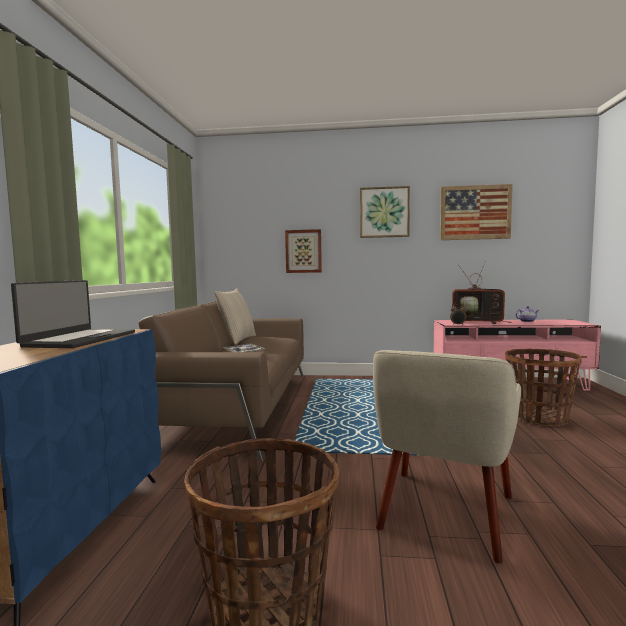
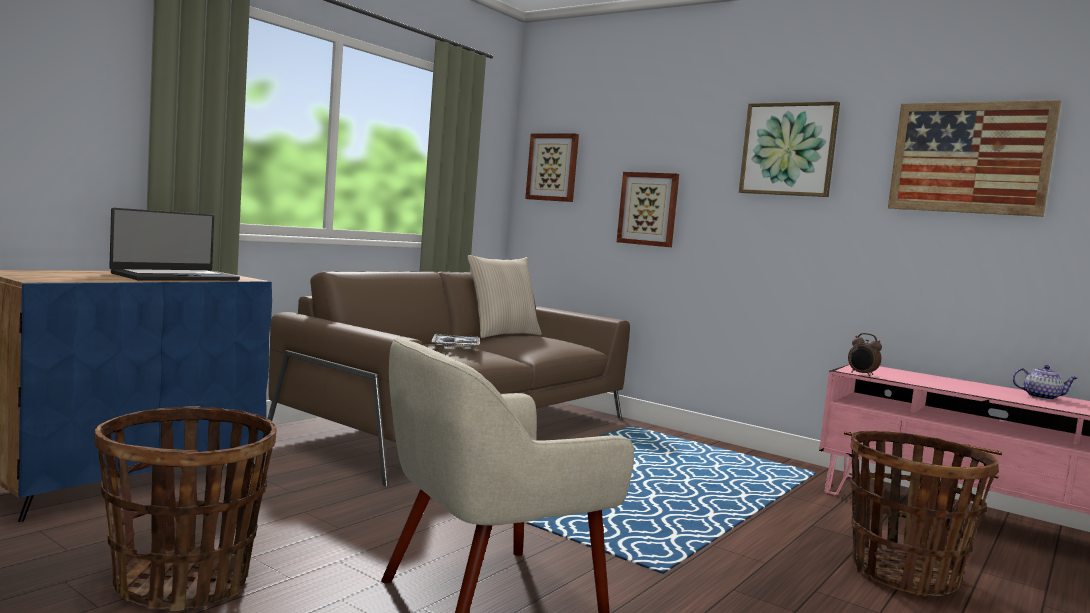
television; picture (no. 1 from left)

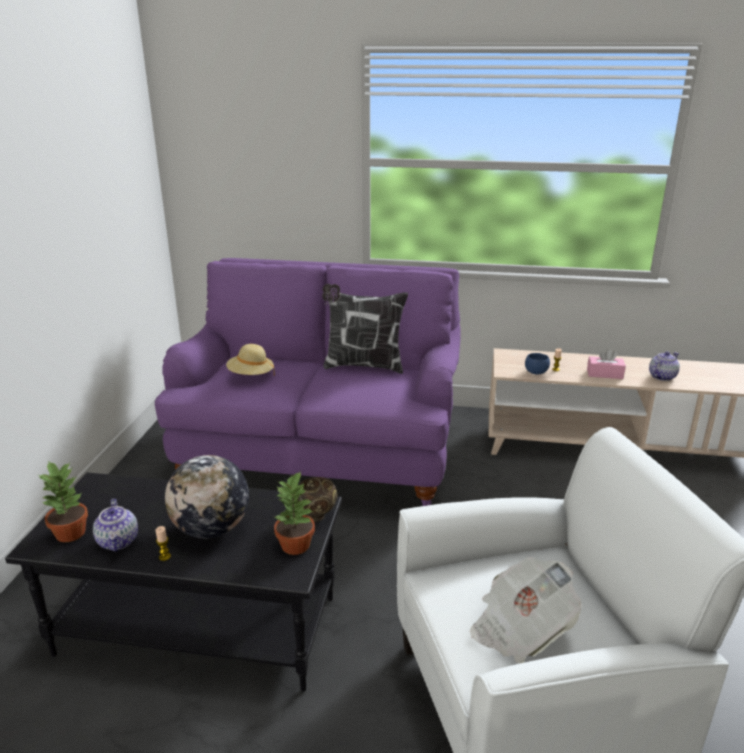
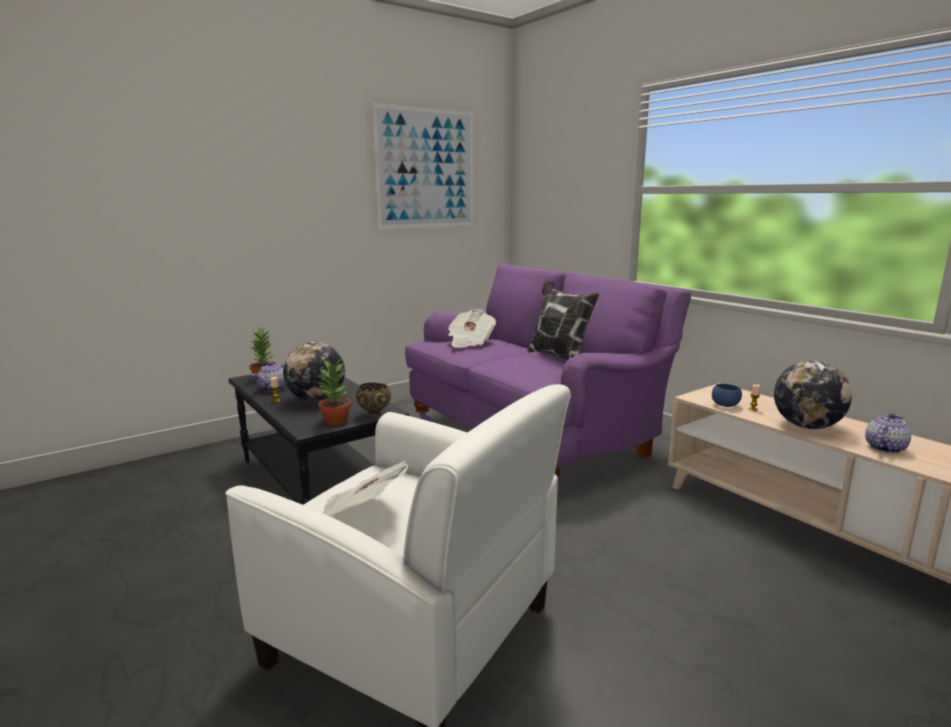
newspaper (no. 2 from left); globe (no. 2 from left); teapot (no. 2 from left); picture

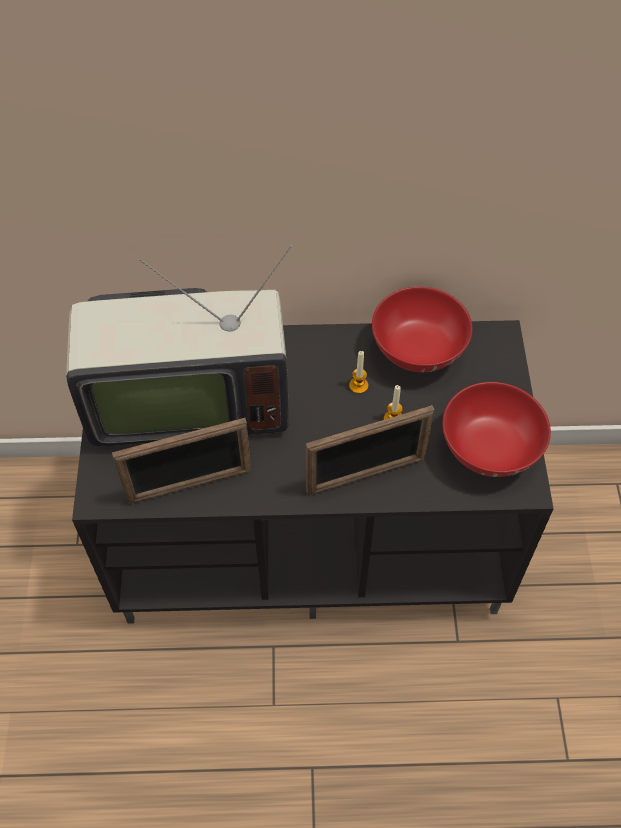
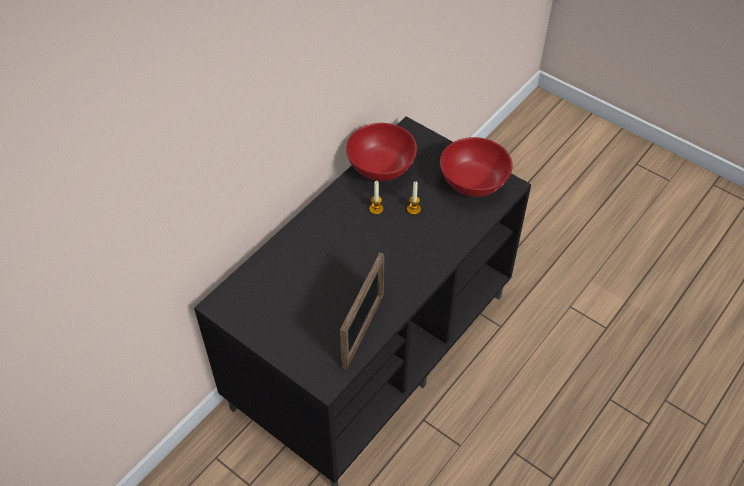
television; picture frame (no. 2 from left in the first image)

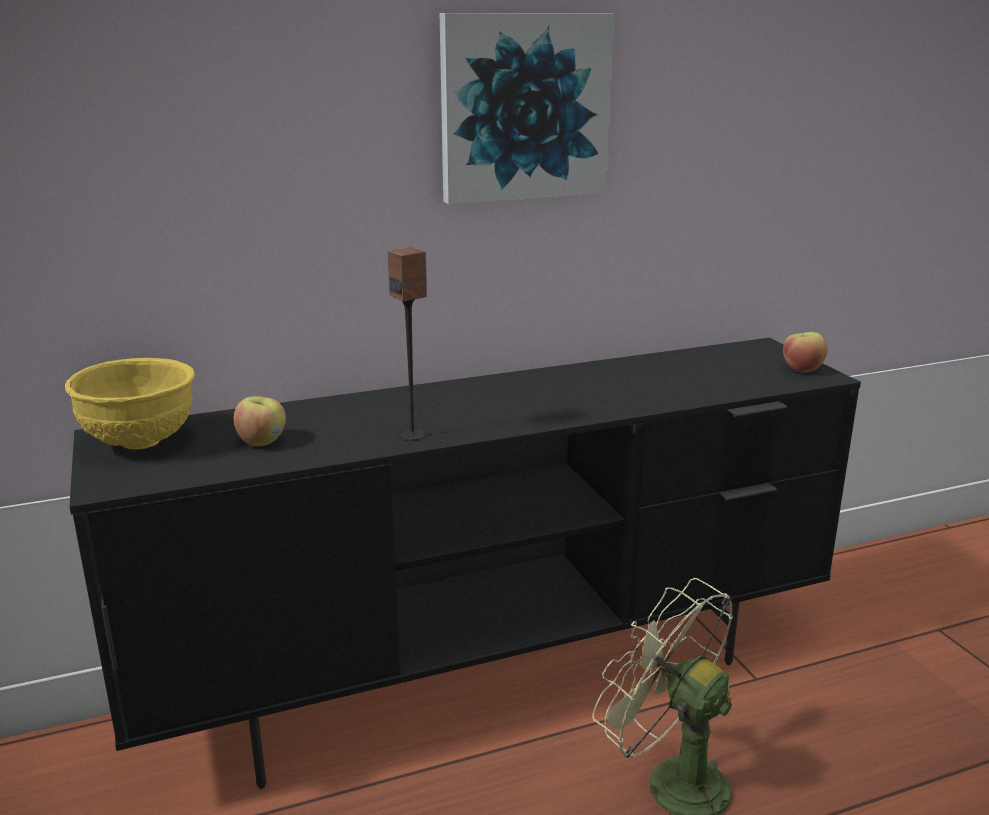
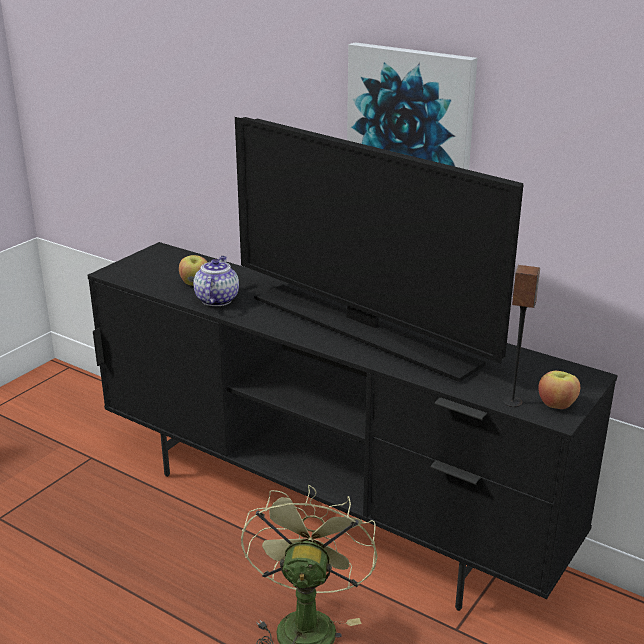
speaker; yellow bowl; television; teapot

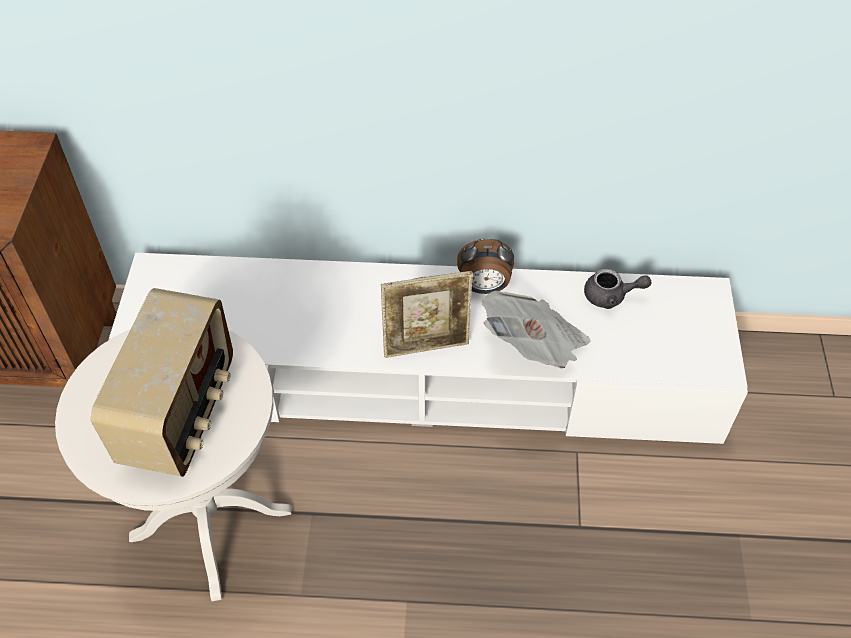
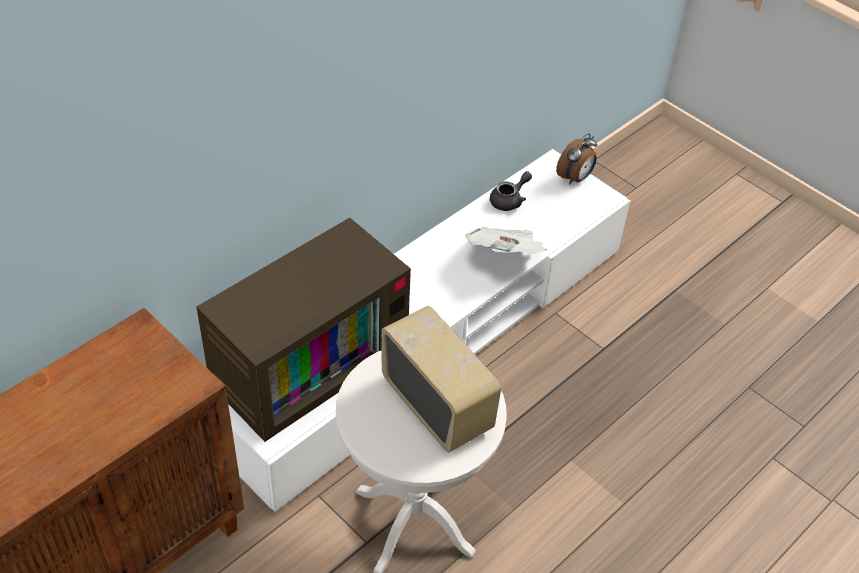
alarm clock; picture frame; television

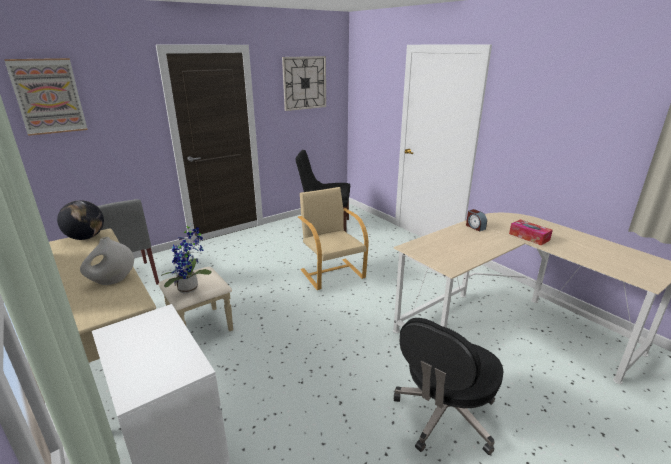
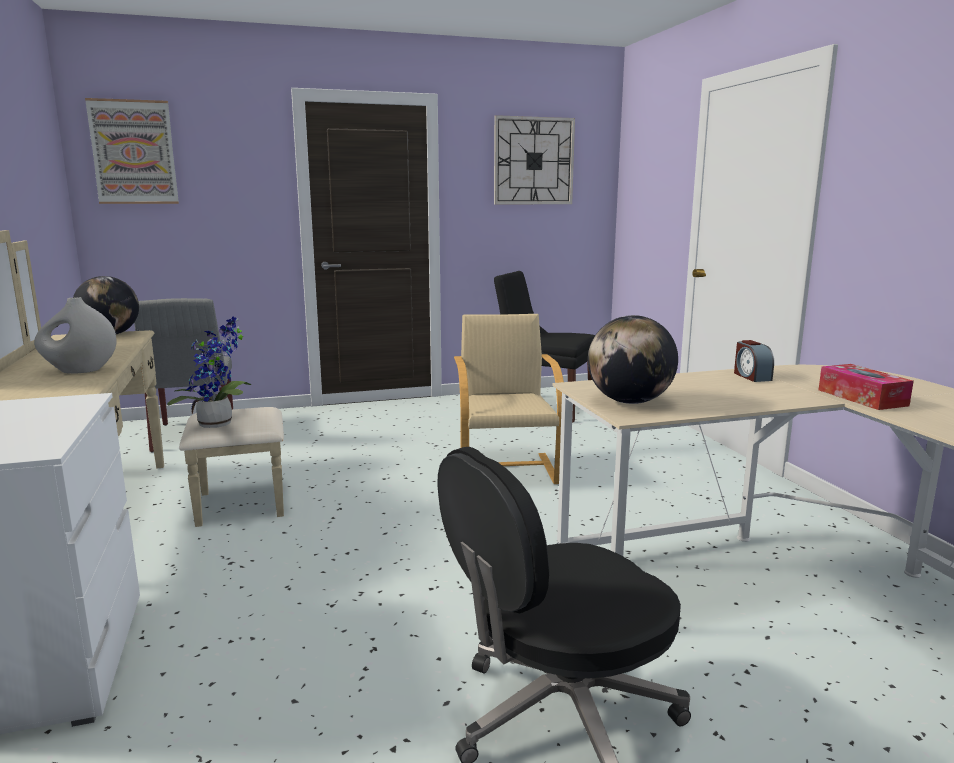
globe (no. 2 from left)

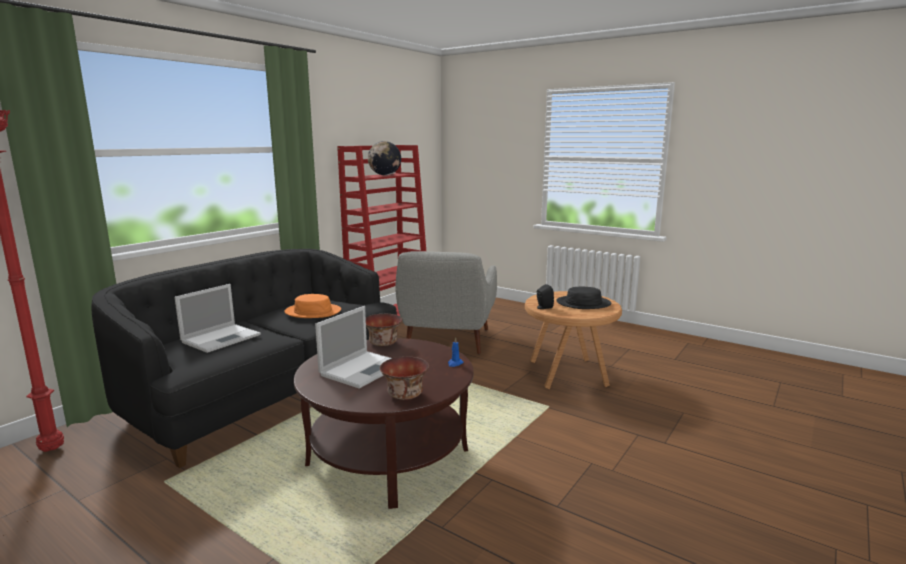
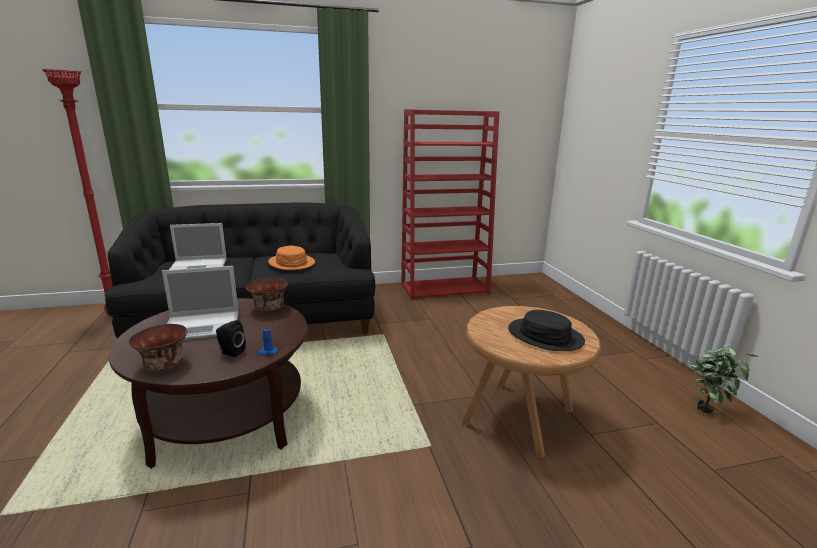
globe; grey armchair; black speaker; potted plant

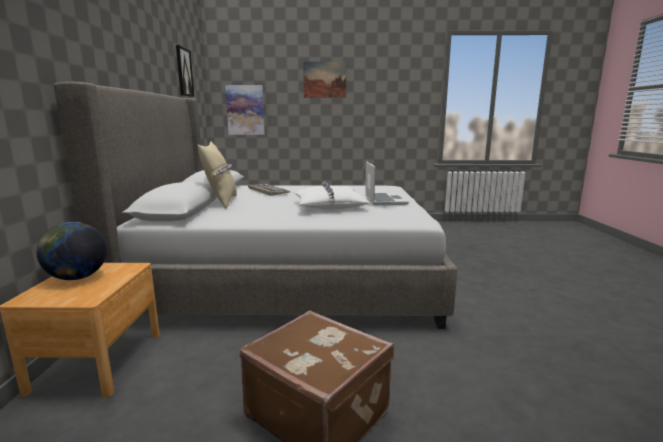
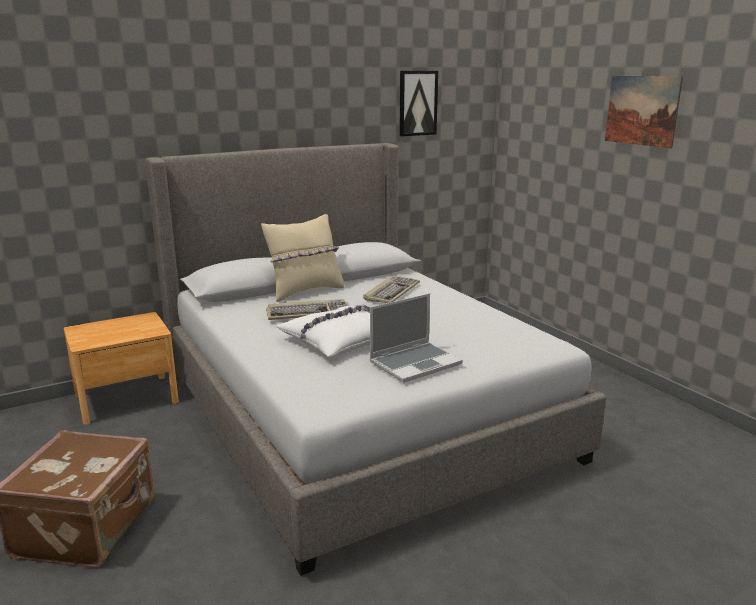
picture (no. 2 from left in the first image); globe; keyboard (no. 1 from left)

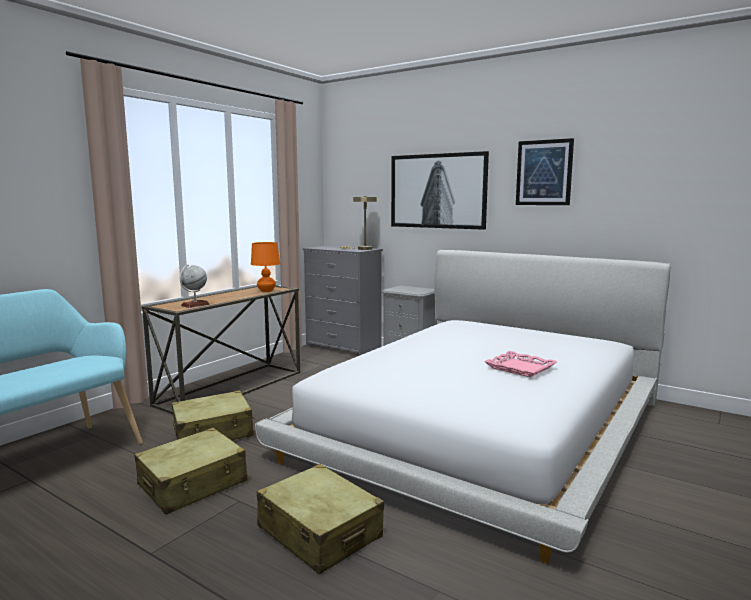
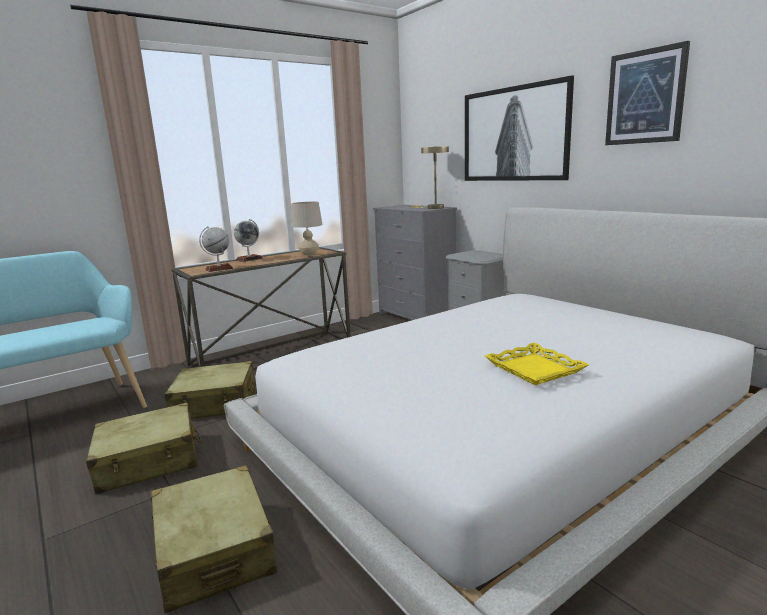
beige table lamp (no. 1 from left); yellow tray; globe (no. 2 from left)

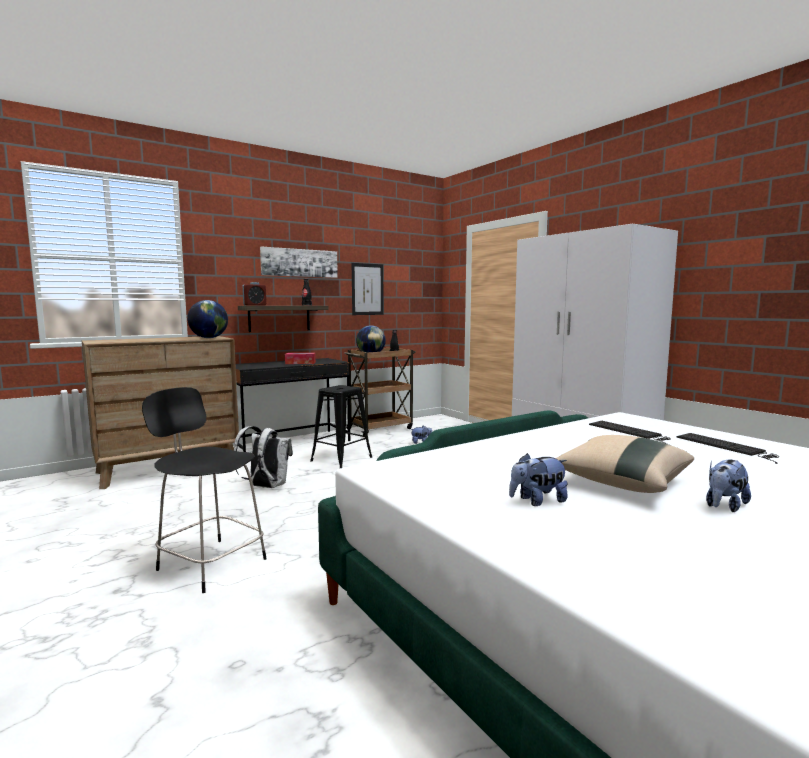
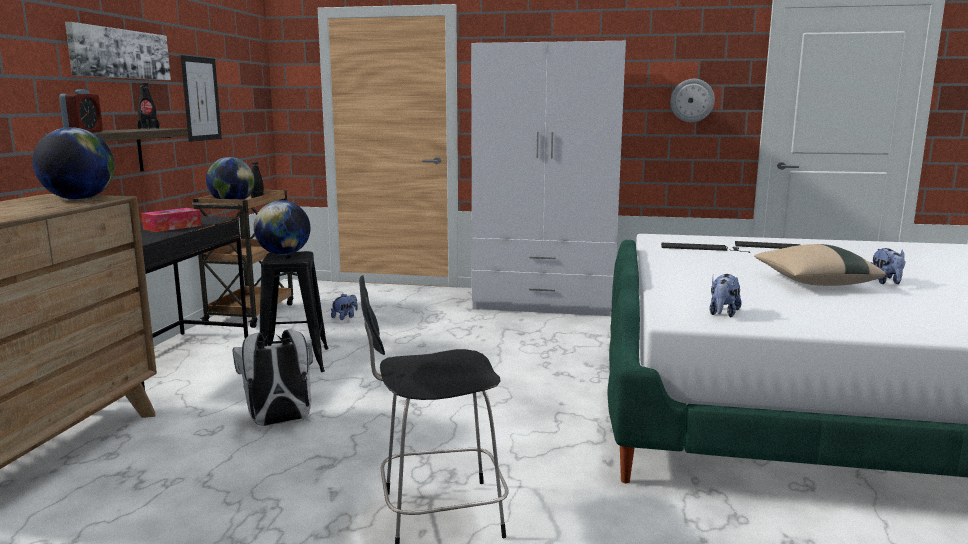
plush toy (no. 2 from left); wall clock; globe (no. 3 from left)

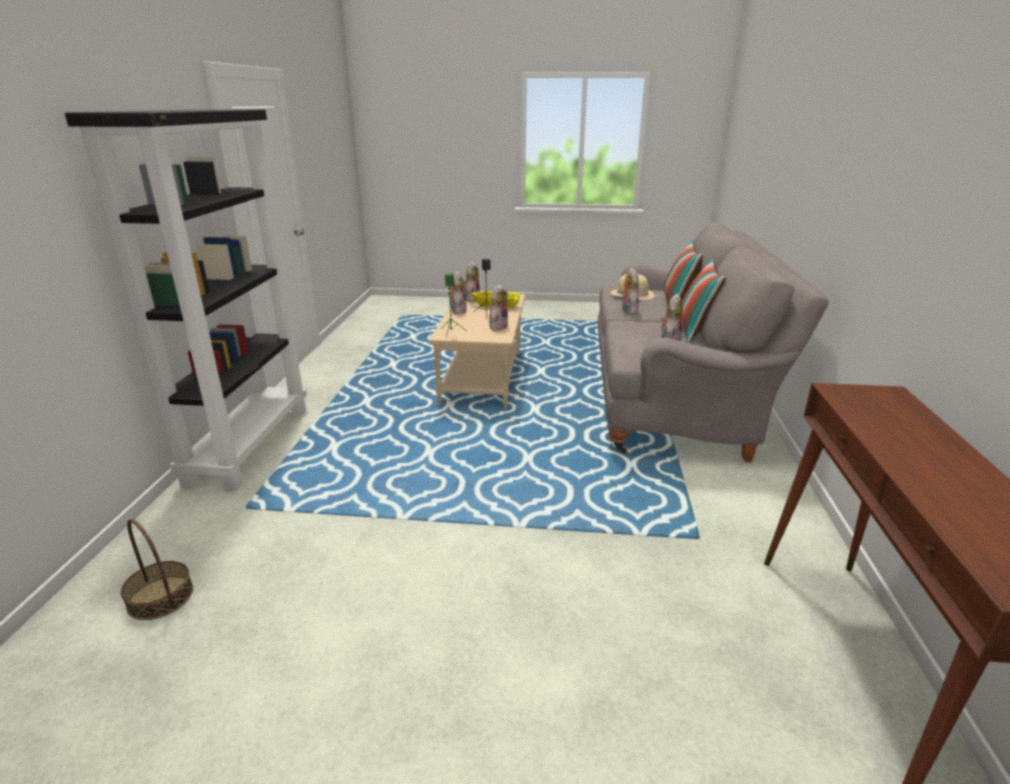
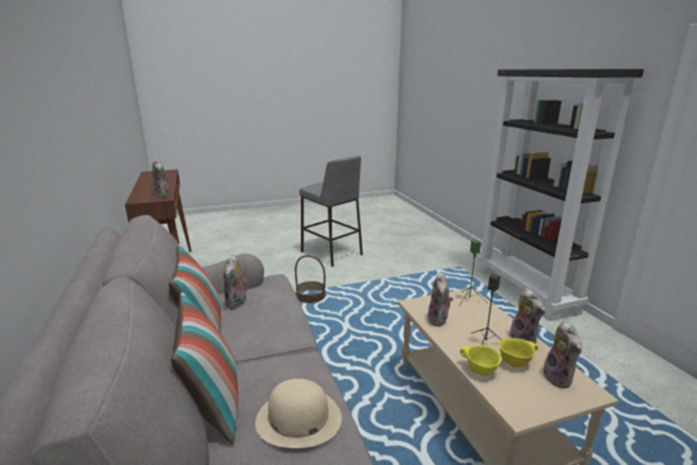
plush toy (no. 1 from left); basket; grey stool

